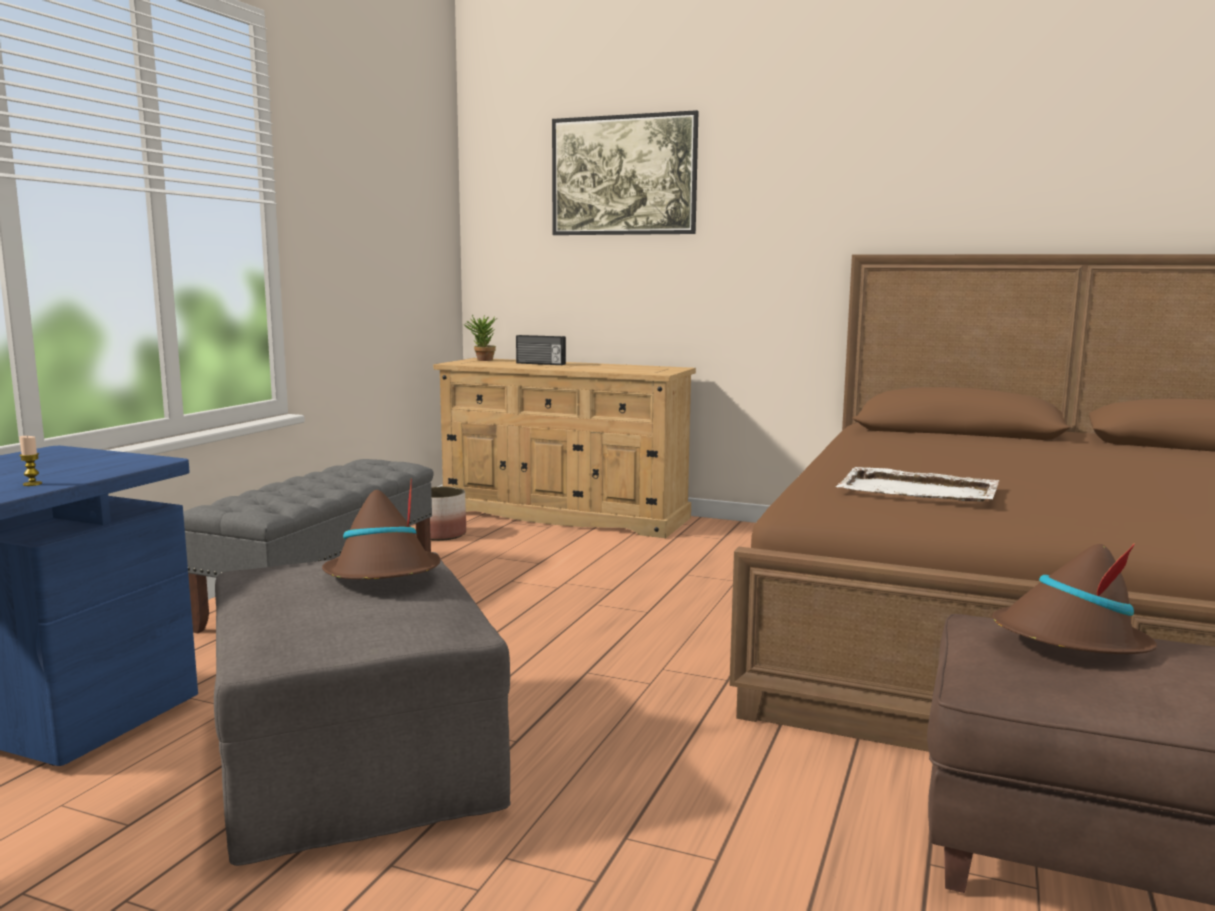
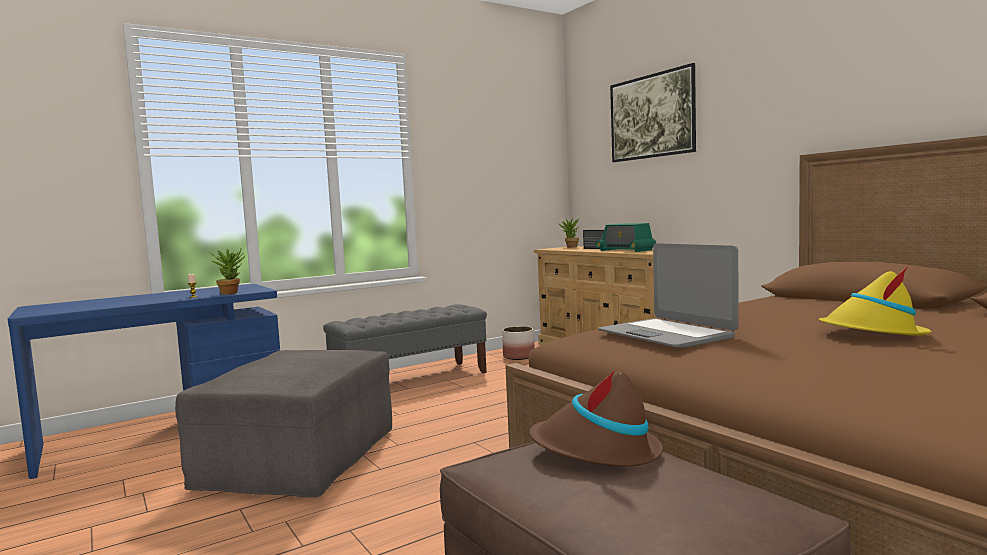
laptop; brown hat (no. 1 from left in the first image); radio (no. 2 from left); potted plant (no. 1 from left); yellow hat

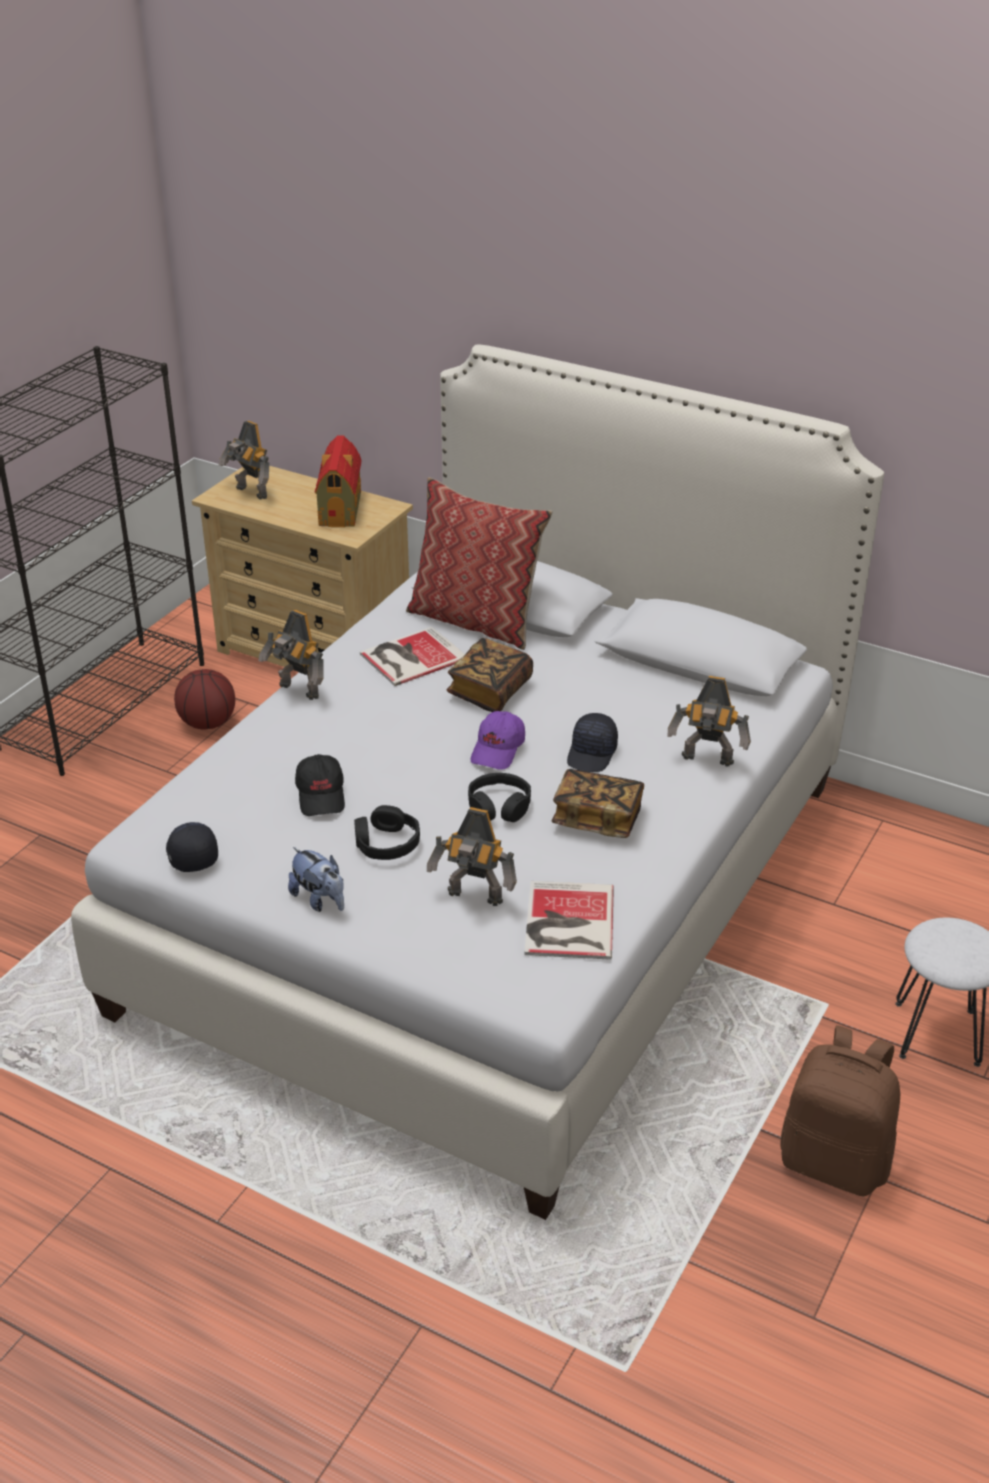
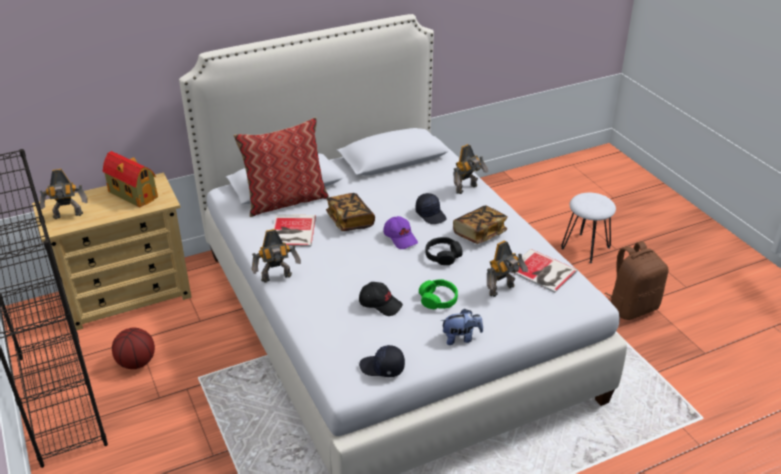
green headphones

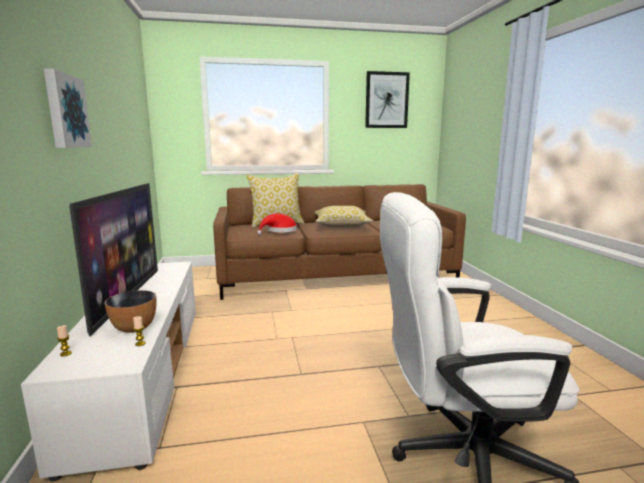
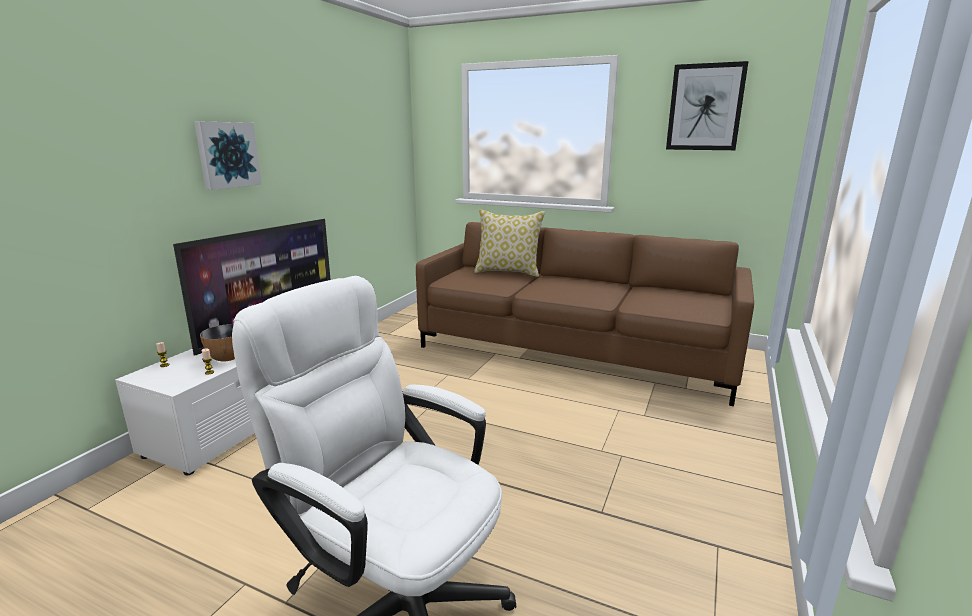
pillow (no. 2 from left in the first image); red hat

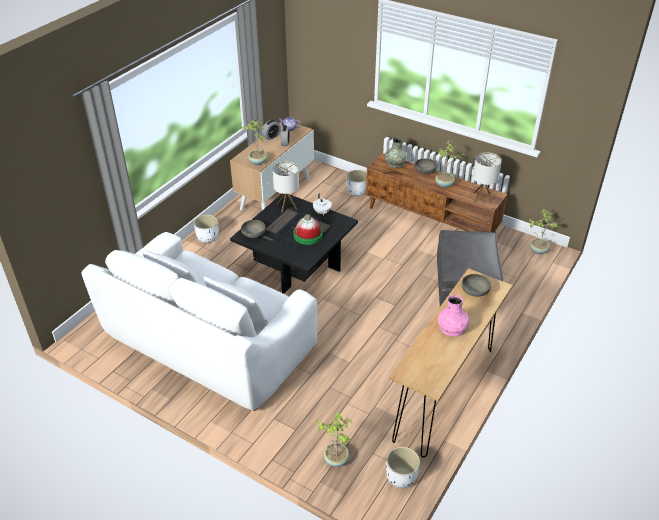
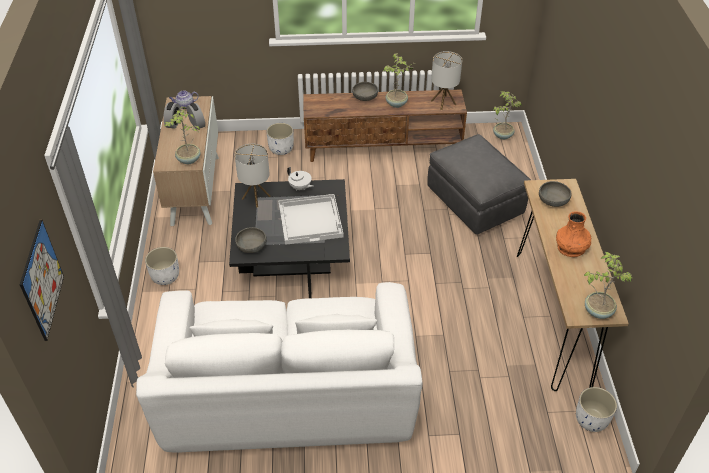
grey vase; white tray; orange vase; potted plant (no. 4 from left); picture

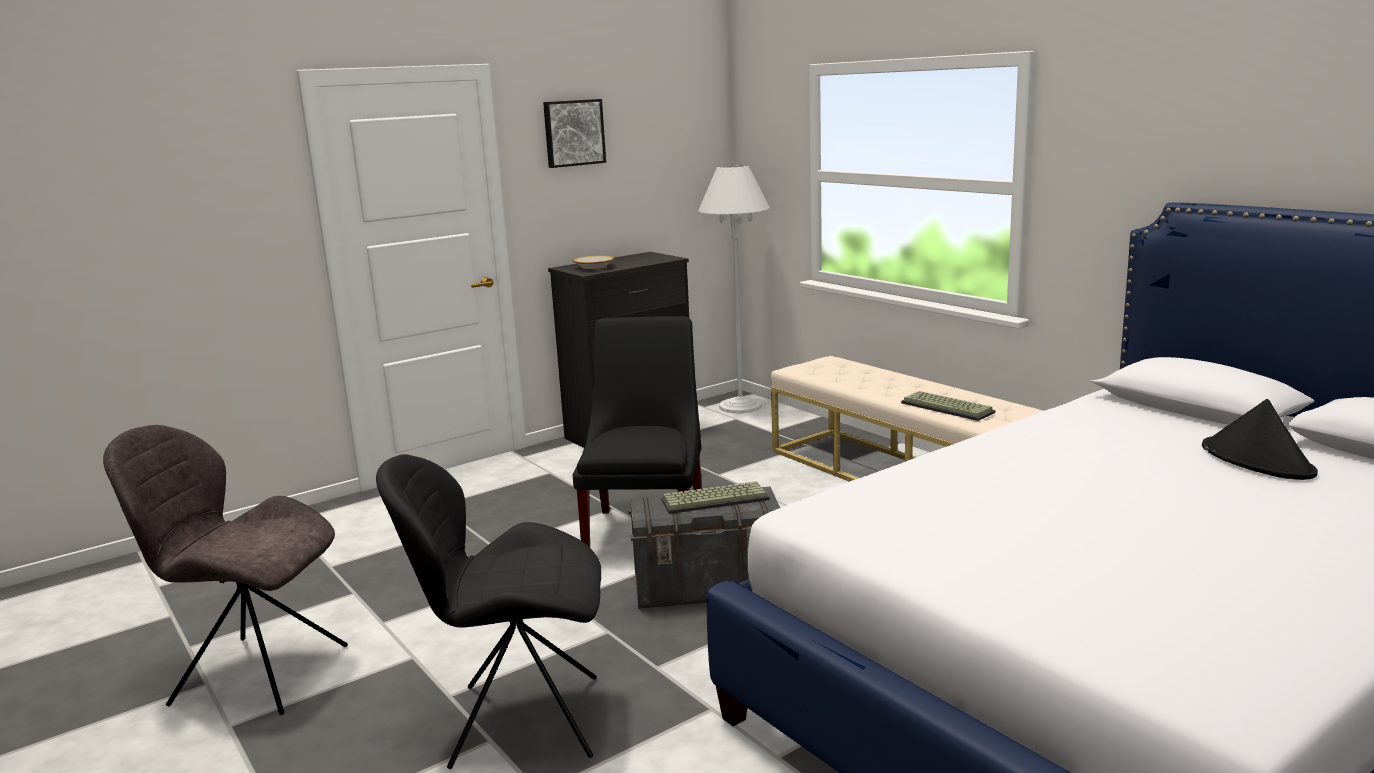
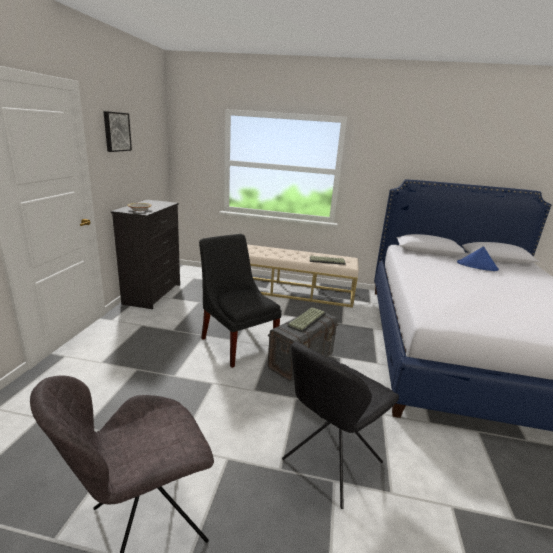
white floor lamp; blue hat

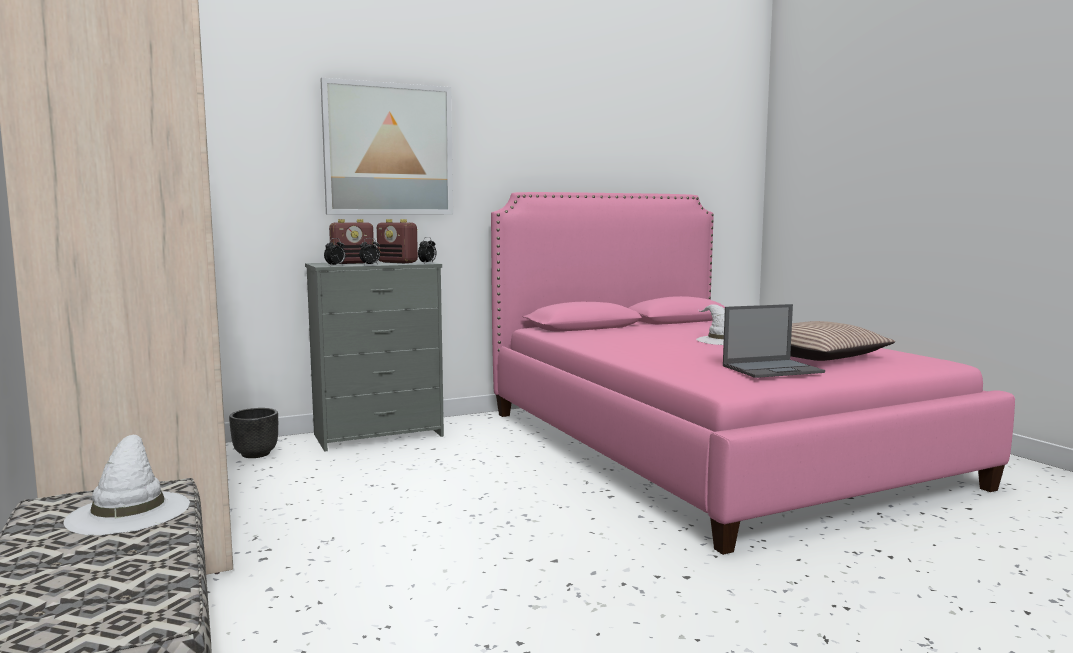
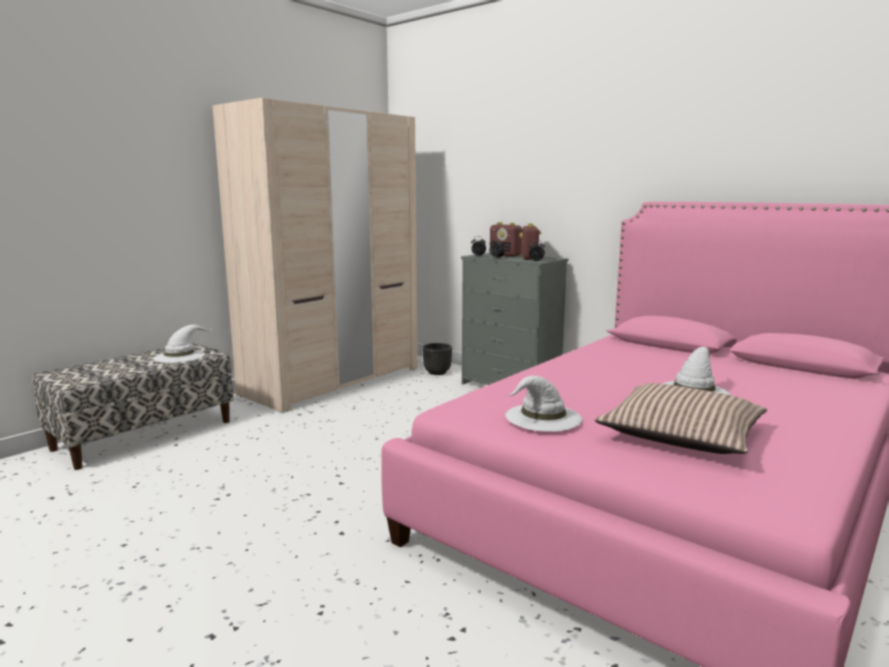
picture; white hat (no. 2 from left)

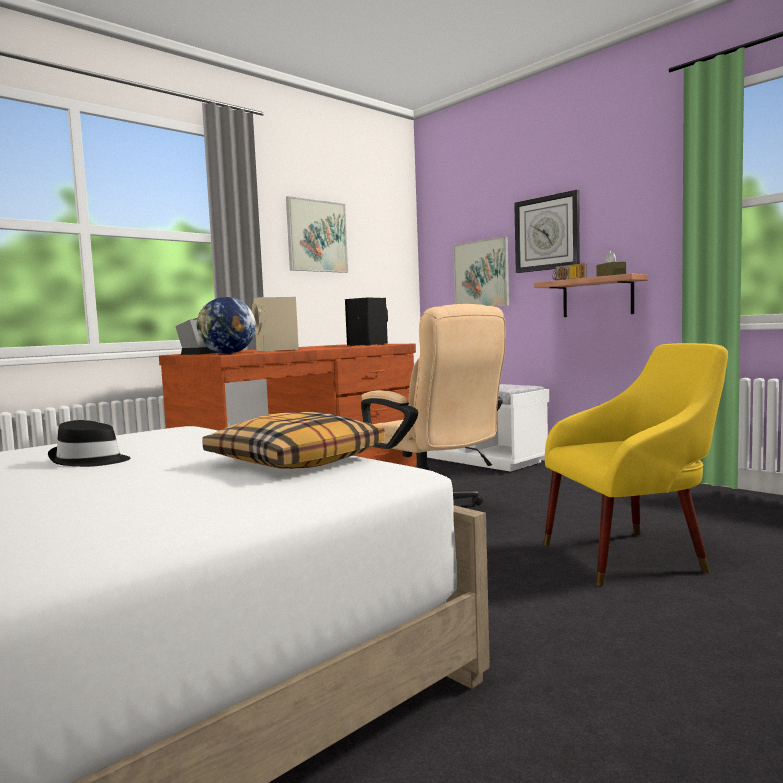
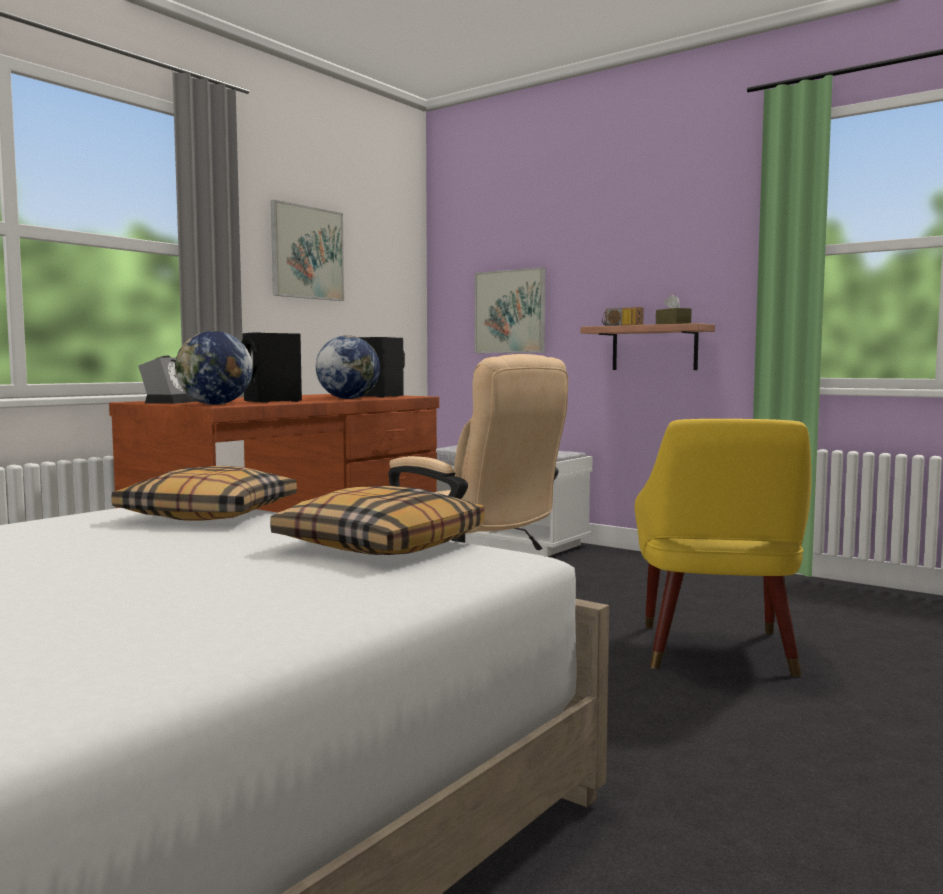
wall clock; black speaker (no. 1 from left); yellow armchair; black hat; globe (no. 2 from left); pillow (no. 1 from left)

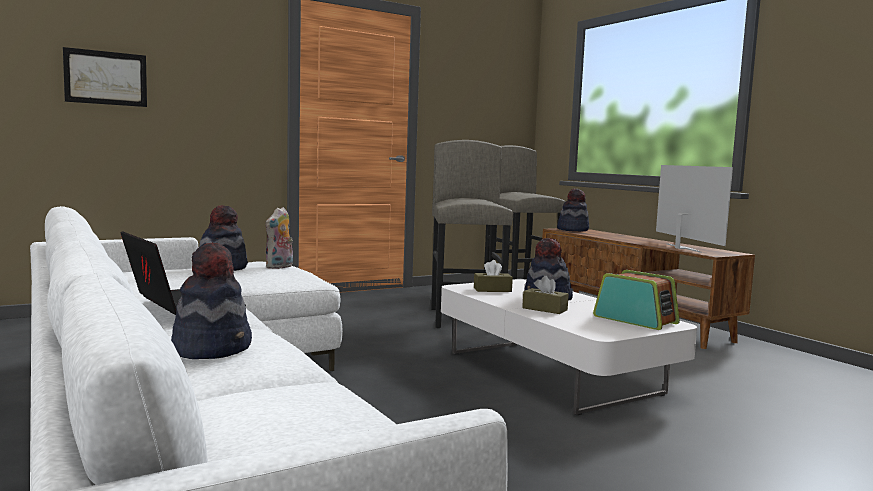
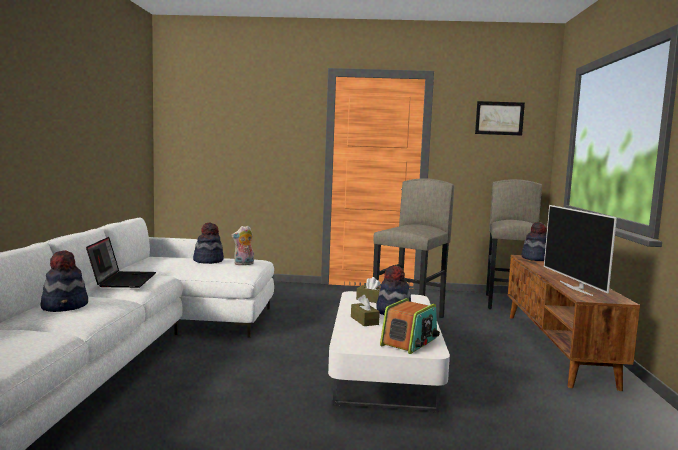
picture; television; radio

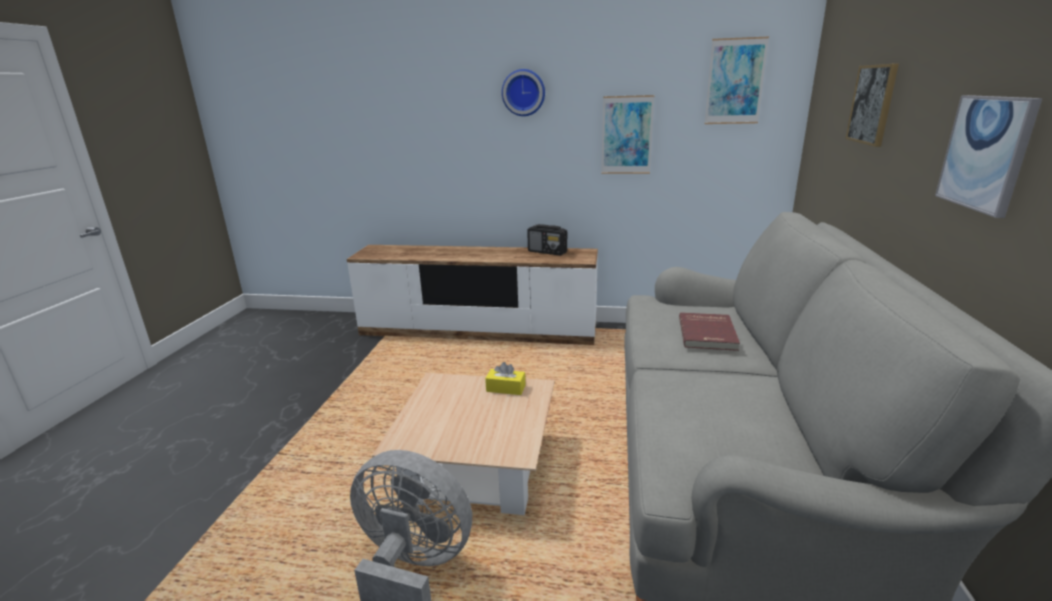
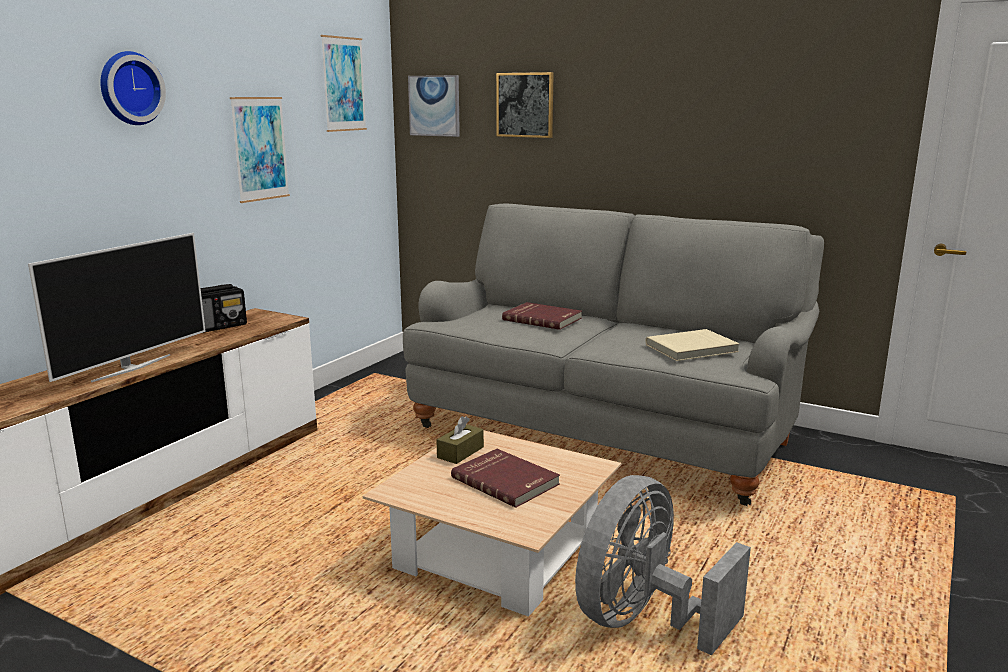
picture (no. 3 from left); brown tissue box; television; beige book; red book (no. 1 from left)

